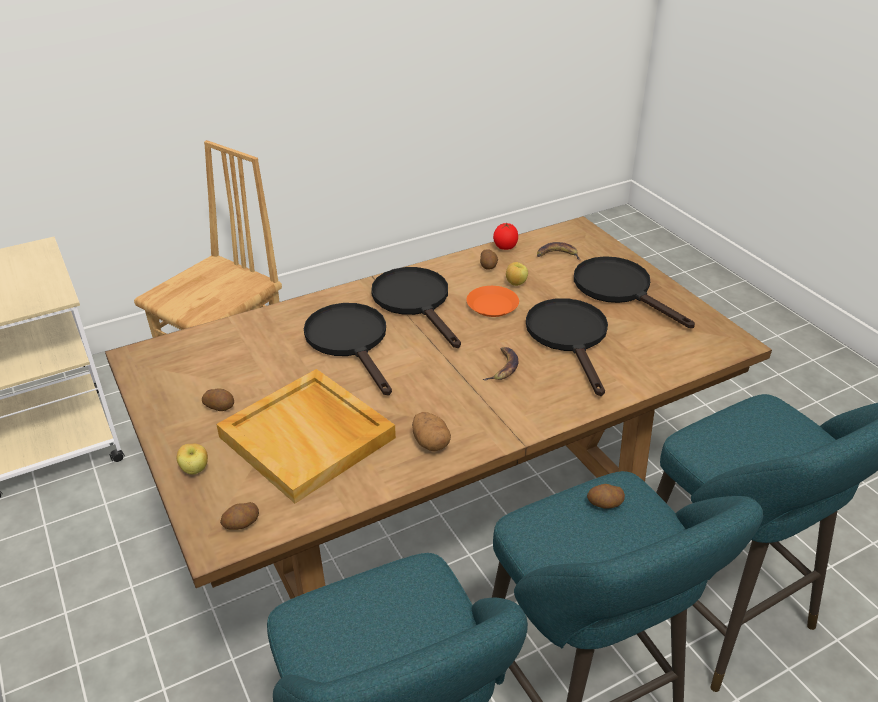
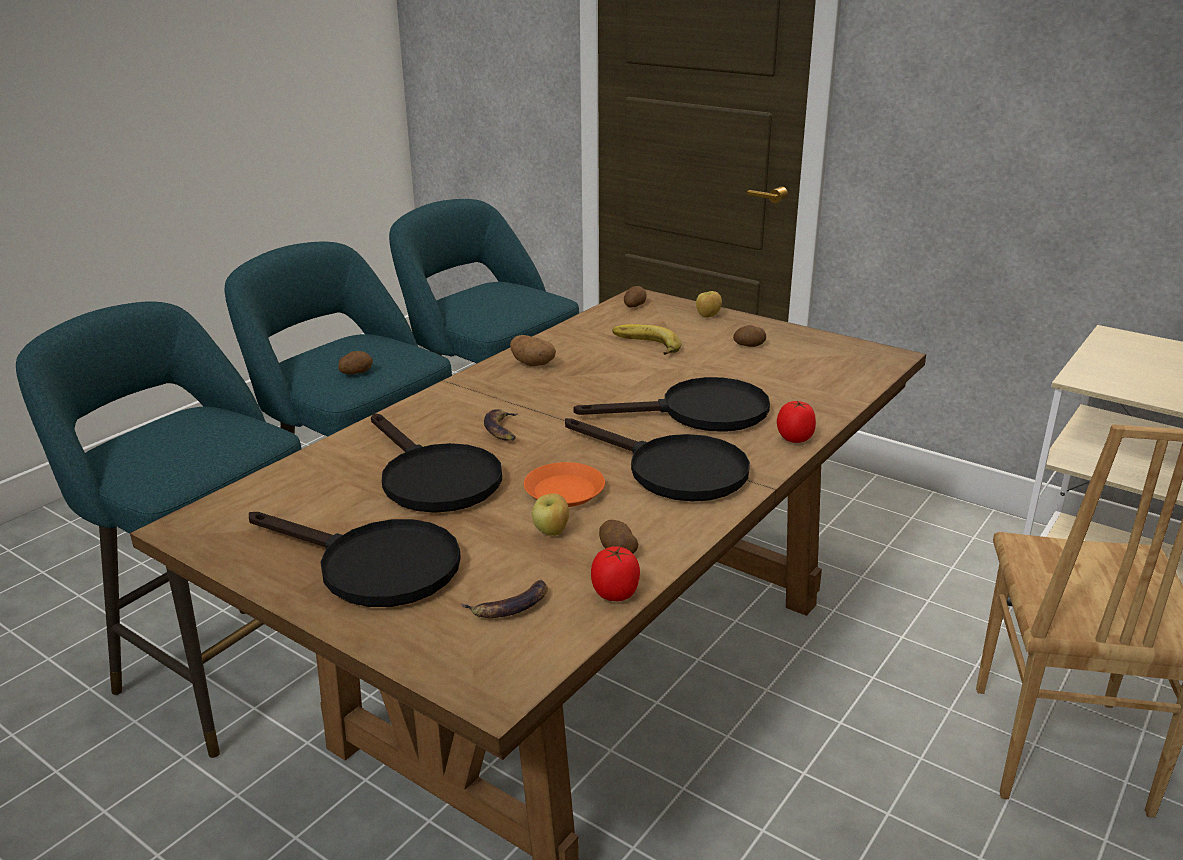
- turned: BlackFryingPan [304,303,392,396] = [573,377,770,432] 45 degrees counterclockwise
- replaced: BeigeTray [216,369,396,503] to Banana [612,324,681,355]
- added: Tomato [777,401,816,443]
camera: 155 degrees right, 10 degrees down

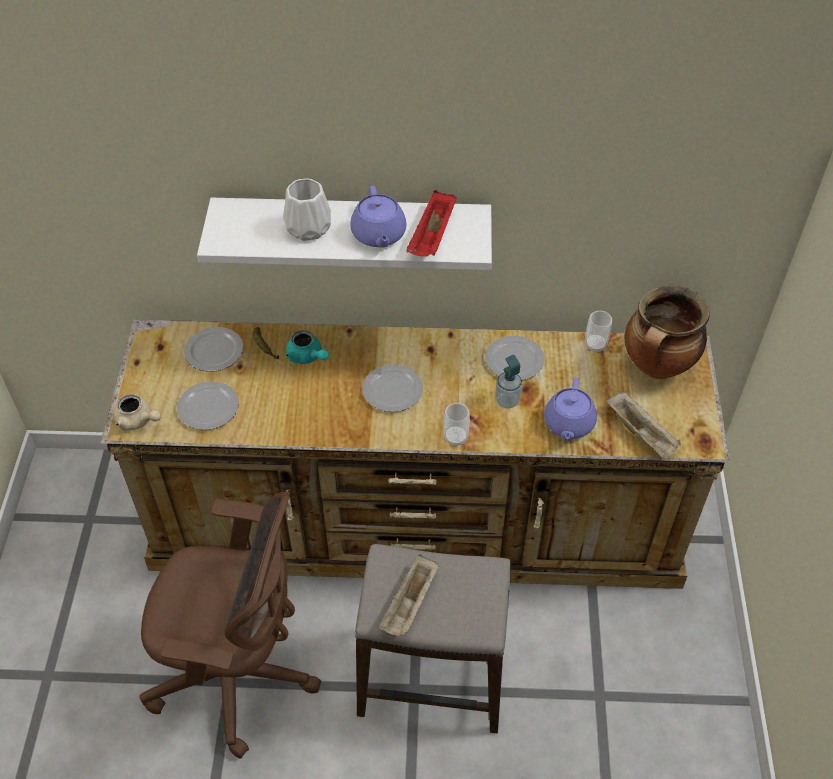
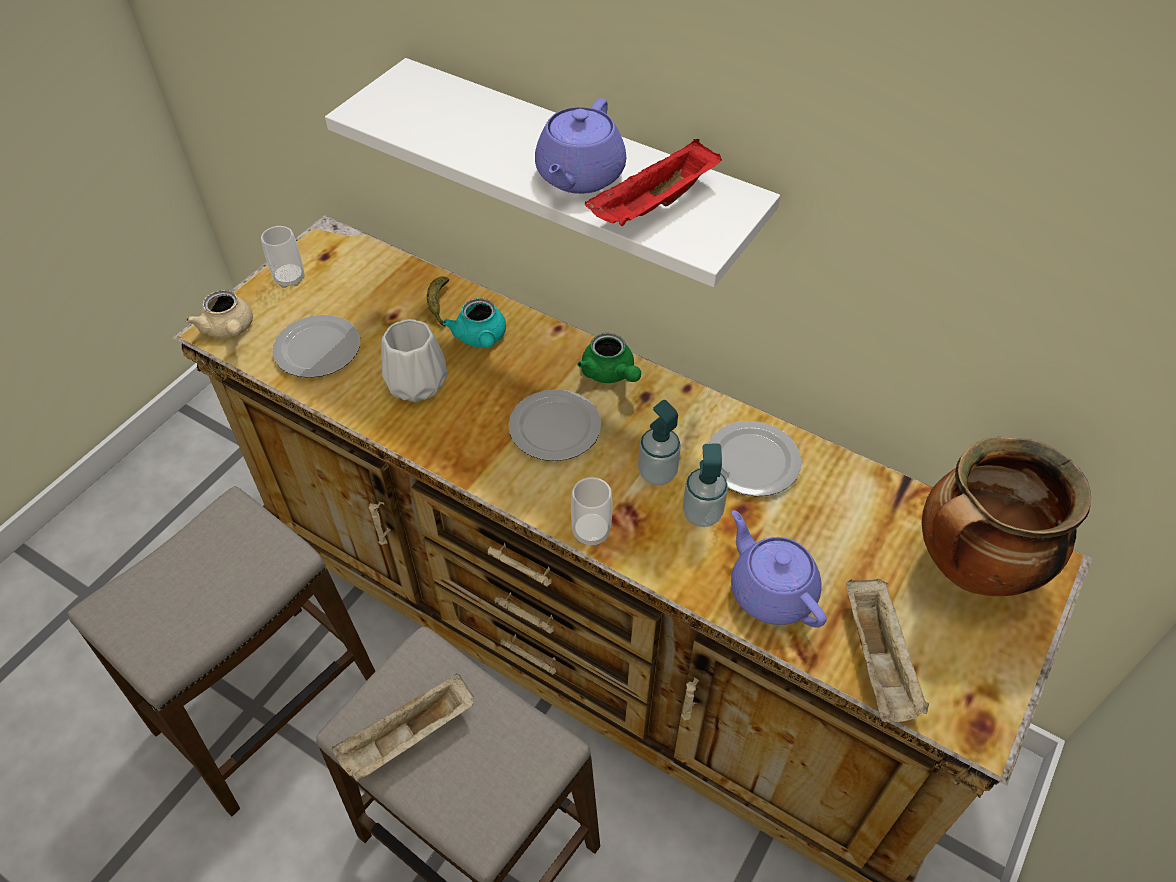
- replaced: BrownOfficeChair [139,492,321,758] to Stool [68,486,375,816]
- moved: Cup [585,311,612,353] to [261,226,305,288]
- moved: WhiteVase [283,178,331,241] to [381,319,448,402]
- added: GreenTeapot [578,333,641,383]
- added: SoapDispenser [638,400,681,485]
- turned: PurpleTeapot [544,377,597,441] = [731,510,827,628] 105 degrees clockwise
- removed: Plate [184,327,243,372]
camera: 30 degrees right, 0 degrees up

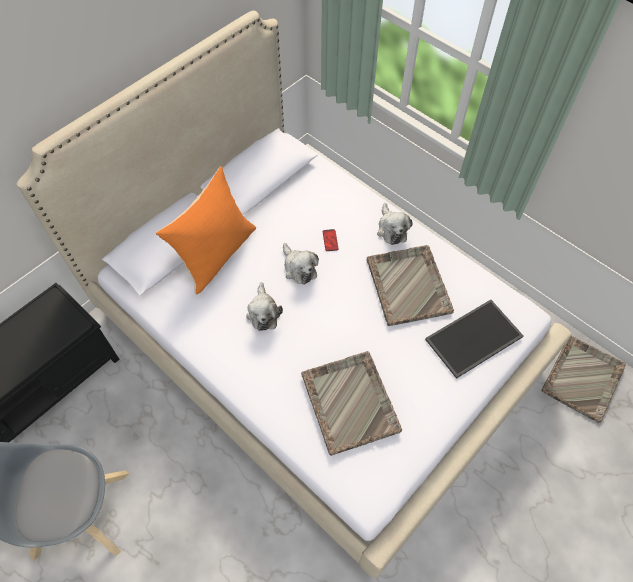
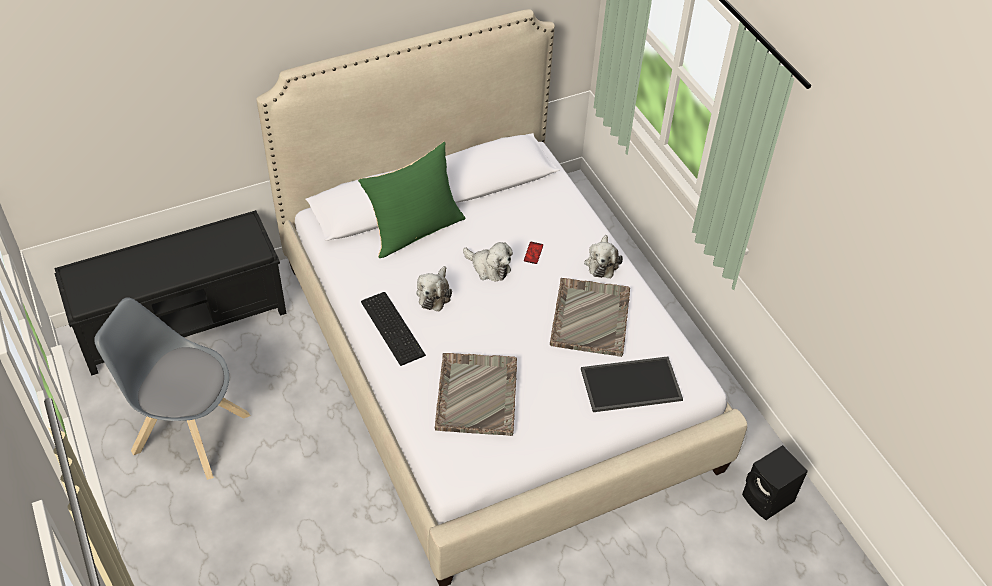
- recoloured: OrangePillow [156,166,256,294] to GreenPillow [358,142,465,258]
- added: Keyboard [361,292,426,366]
- turned: PlushToy [283,243,319,285] = [463,242,513,282] 45 degrees counterclockwise
- replaced: GreyTray [541,336,626,423] to BlackSpeaker [742,445,808,520]
camera: 20 degrees right, 10 degrees down

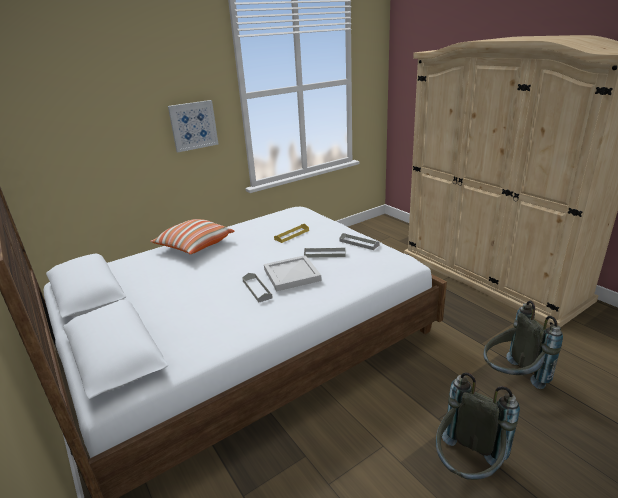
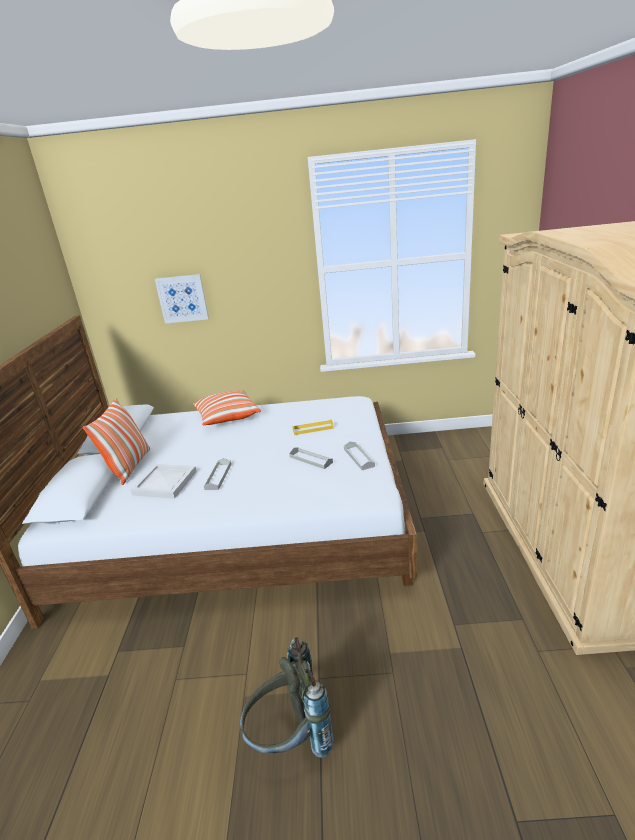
- added: Pillow [83,398,150,485]
- moved: WhiteTray [264,255,322,292] to [130,464,197,499]
- moved: Picture [168,100,218,152] to [155,274,209,324]
- removed: GreyBackpack [484,301,563,389]
camera: 35 degrees right, 0 degrees up

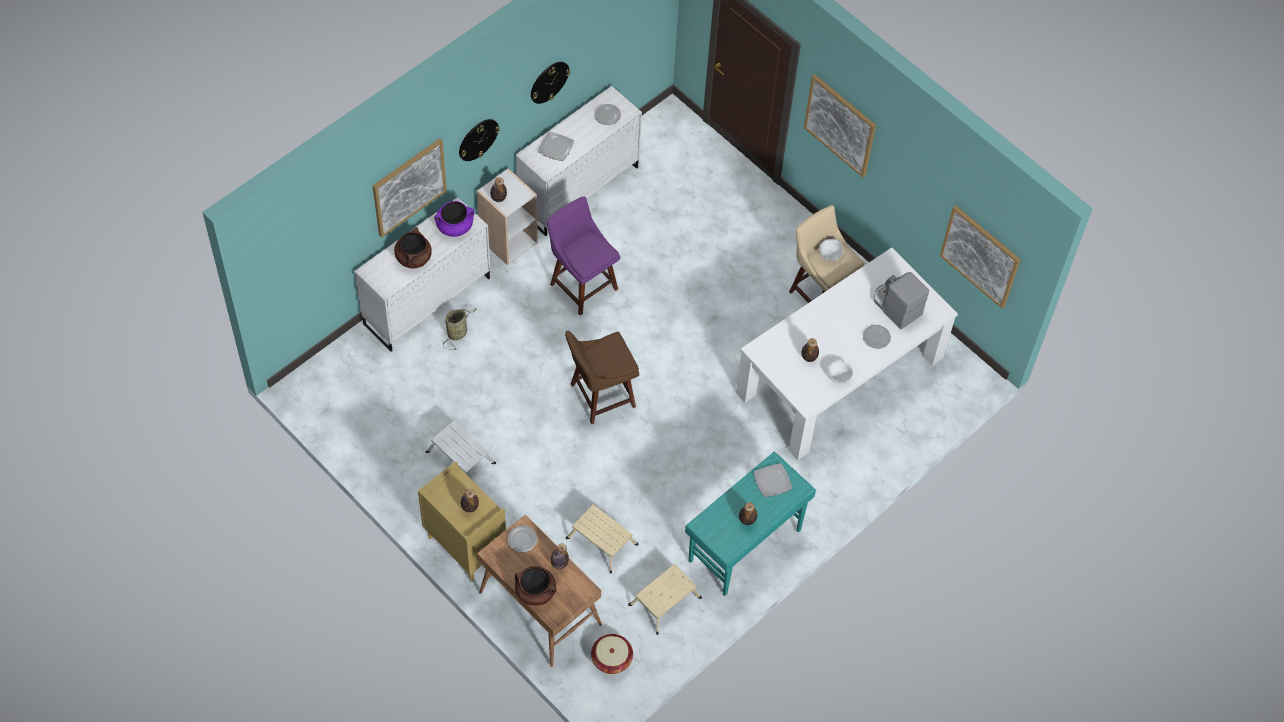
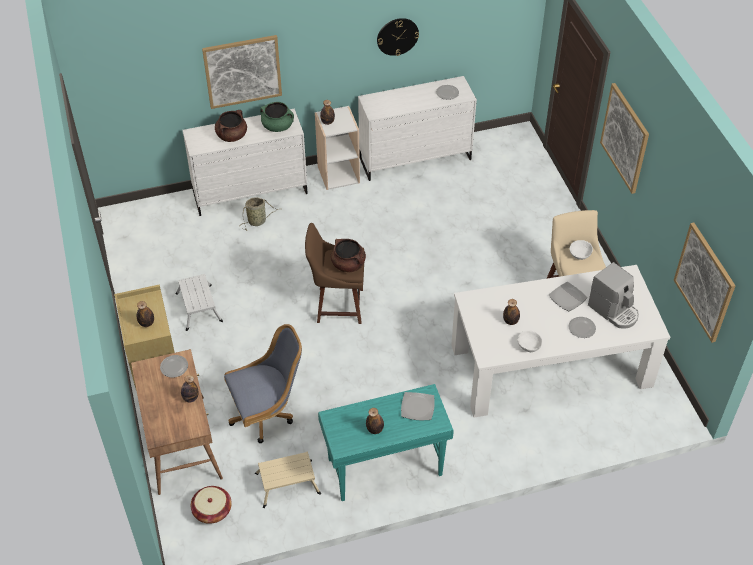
- replaced: BeigeStepLadder [566,504,638,574] to BlueOfficeChair [224,324,302,443]
- recoloured: PurpleCookingPot [434,201,475,237] to GreenCookingPot [260,102,294,132]
- moved: BrownCookingPot [515,567,557,606] to [331,239,366,272]
- moved: Plate [538,131,574,161] to [549,282,587,311]
- turned: CoffeeMachine [874,272,929,330] = [588,262,639,329] 150 degrees clockwise
- removed: WallClock [459,119,500,161]
- removed: PurpleStool [547,196,620,315]
camera: 30 degrees right, 10 degrees down

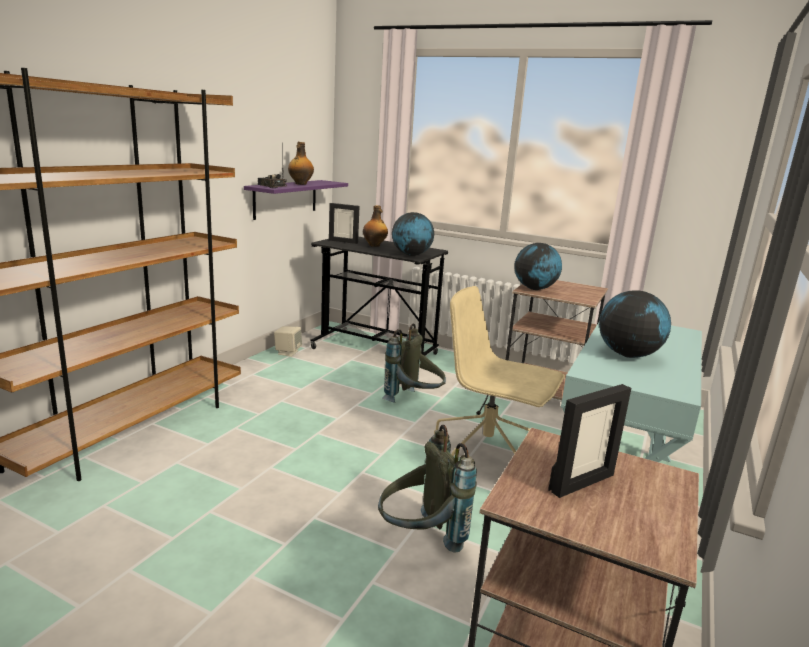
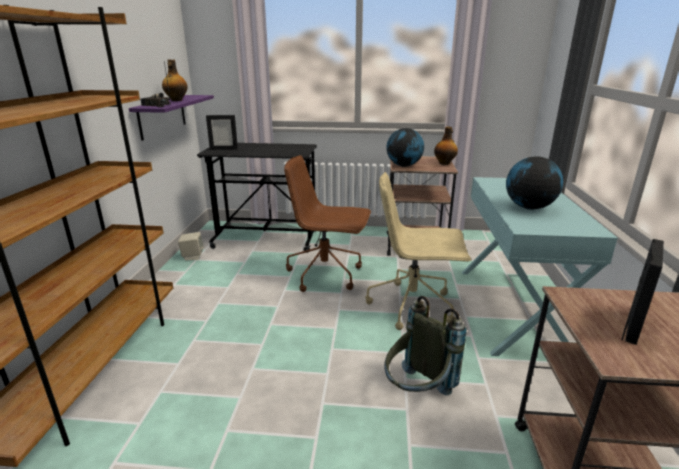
- replaced: GreyBackpack [382,323,446,403] to BrownOfficeChair [284,155,371,292]
- moved: Bottle [363,205,388,247] to [434,126,458,165]
- removed: Globe [392,212,434,256]
camera: 20 degrees left, 5 degrees up

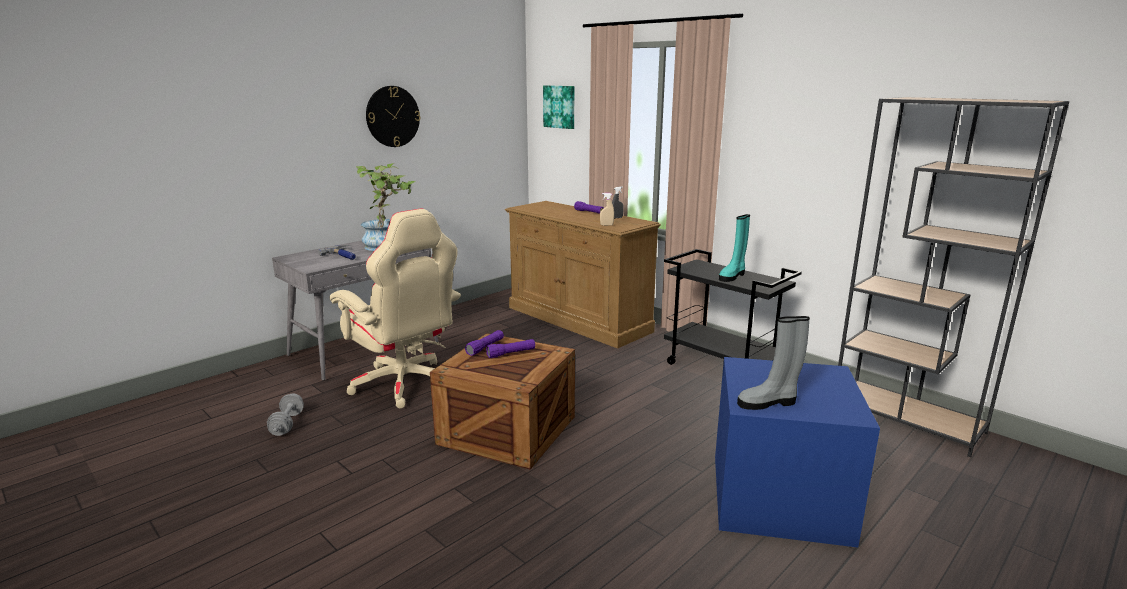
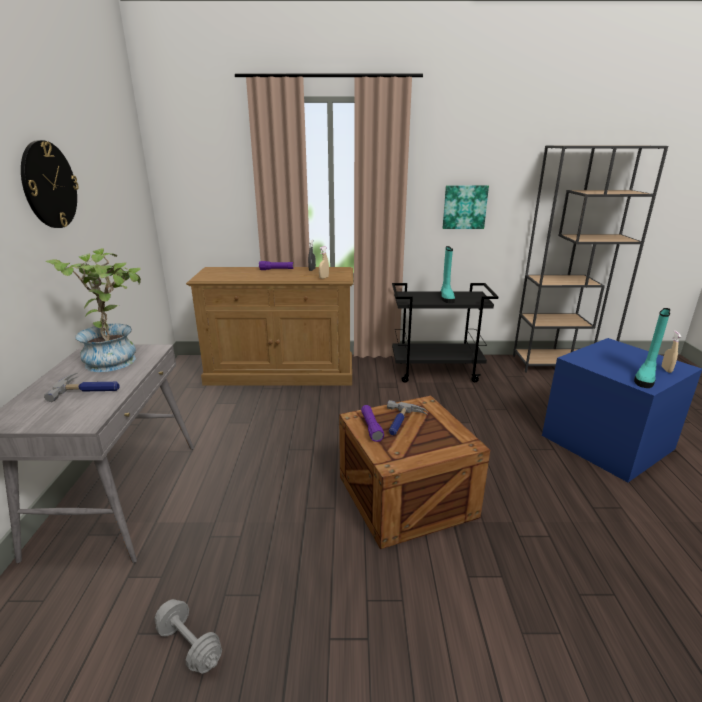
- replaced: PurpleFlashlight [486,339,535,358] to Hammer [387,400,428,436]
- moved: Picture [543,85,575,129] to [443,185,489,229]
- recoloured: GreyBoot [737,316,810,410] to TurquoiseBoot [634,308,670,388]
- added: BeigeSprayBottle [662,330,681,373]
- removed: BeigeOfficeChair [330,209,461,408]
camera: 45 degrees left, 5 degrees up

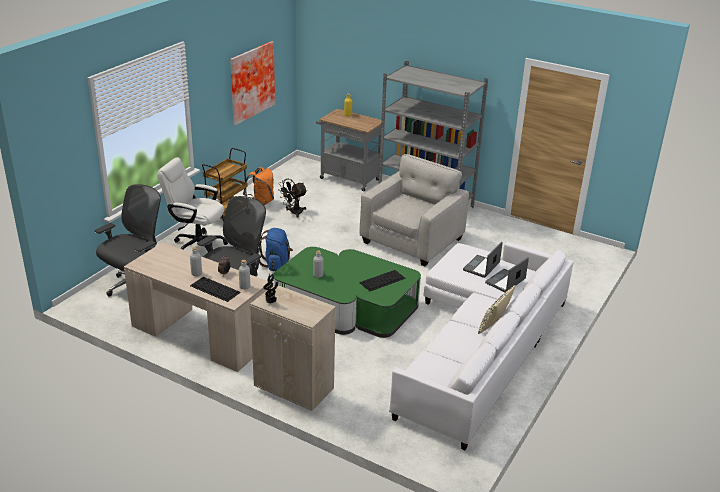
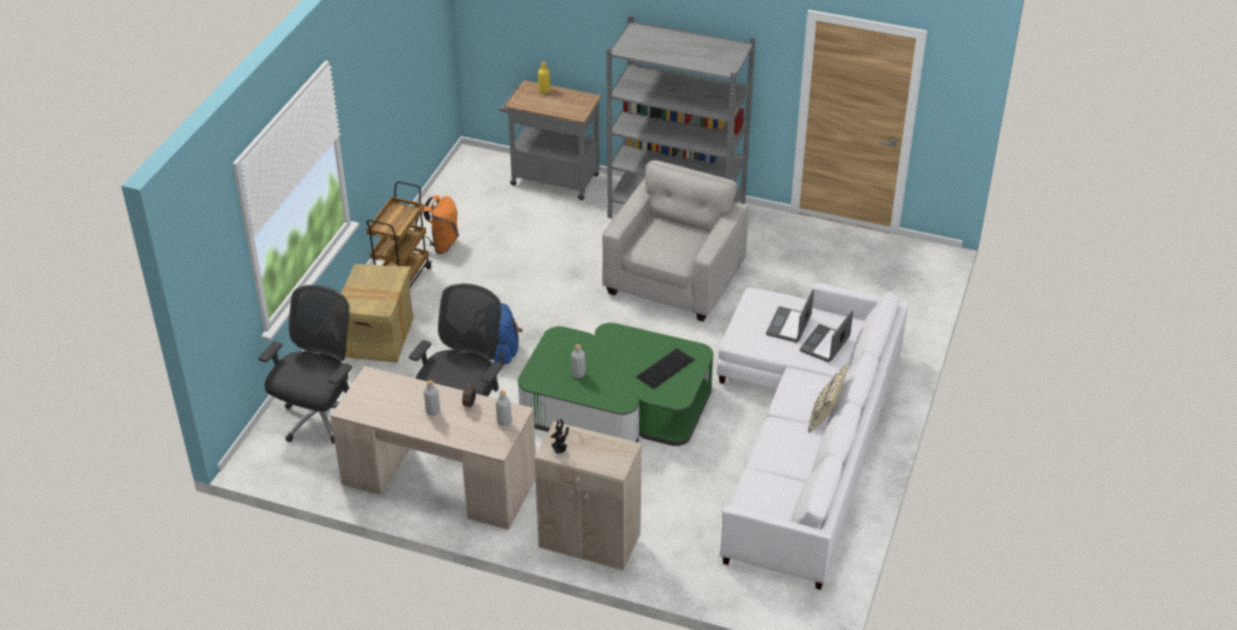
- replaced: WhiteOfficeChair [157,157,228,252] to CardboardBox [341,264,414,363]
- removed: Keyboard [190,277,241,302]
- removed: Picture [230,41,275,125]
- removed: BlackFan [278,179,307,218]
camera: 10 degrees left, 10 degrees up

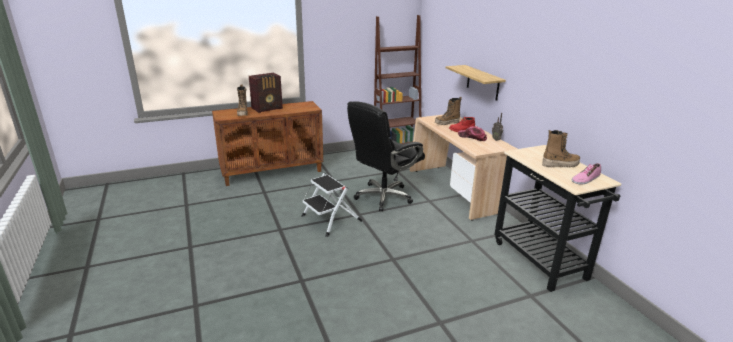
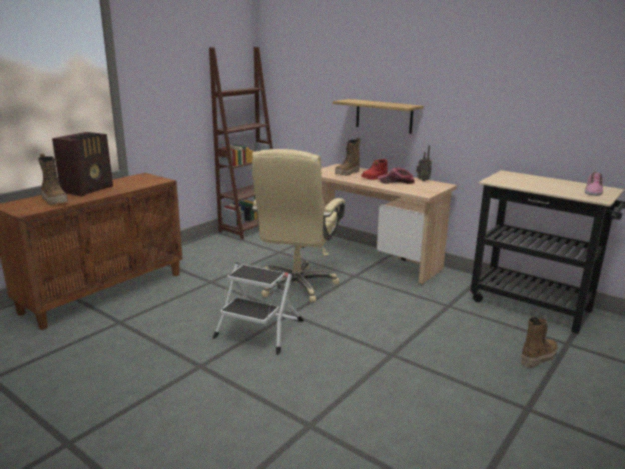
- recoloured: BlackOfficeChair [347,101,425,211] to BeigeOfficeChair [252,149,345,303]
- moved: Boot [542,130,580,167] to [521,317,558,368]
camera: 30 degrees left, 5 degrees down

